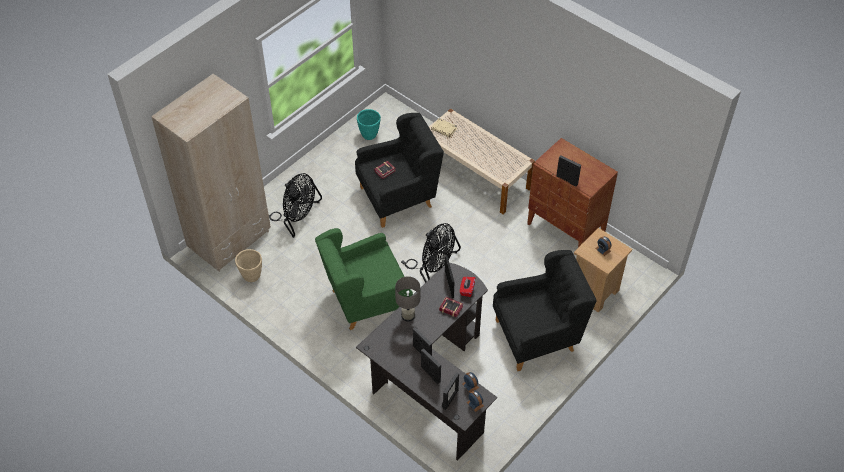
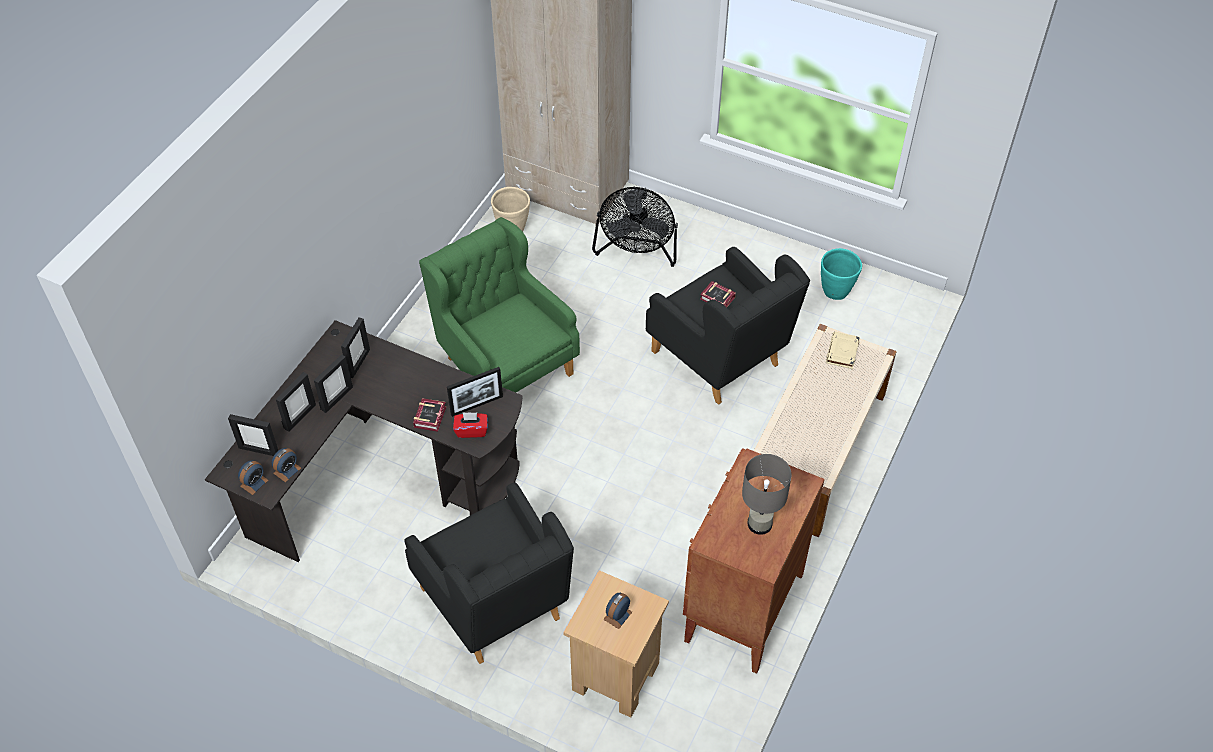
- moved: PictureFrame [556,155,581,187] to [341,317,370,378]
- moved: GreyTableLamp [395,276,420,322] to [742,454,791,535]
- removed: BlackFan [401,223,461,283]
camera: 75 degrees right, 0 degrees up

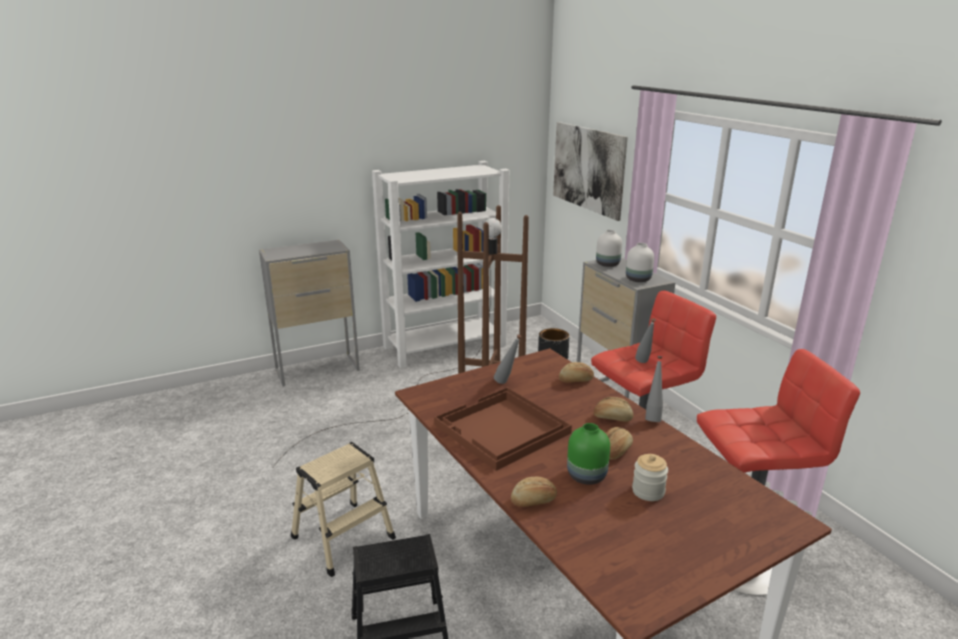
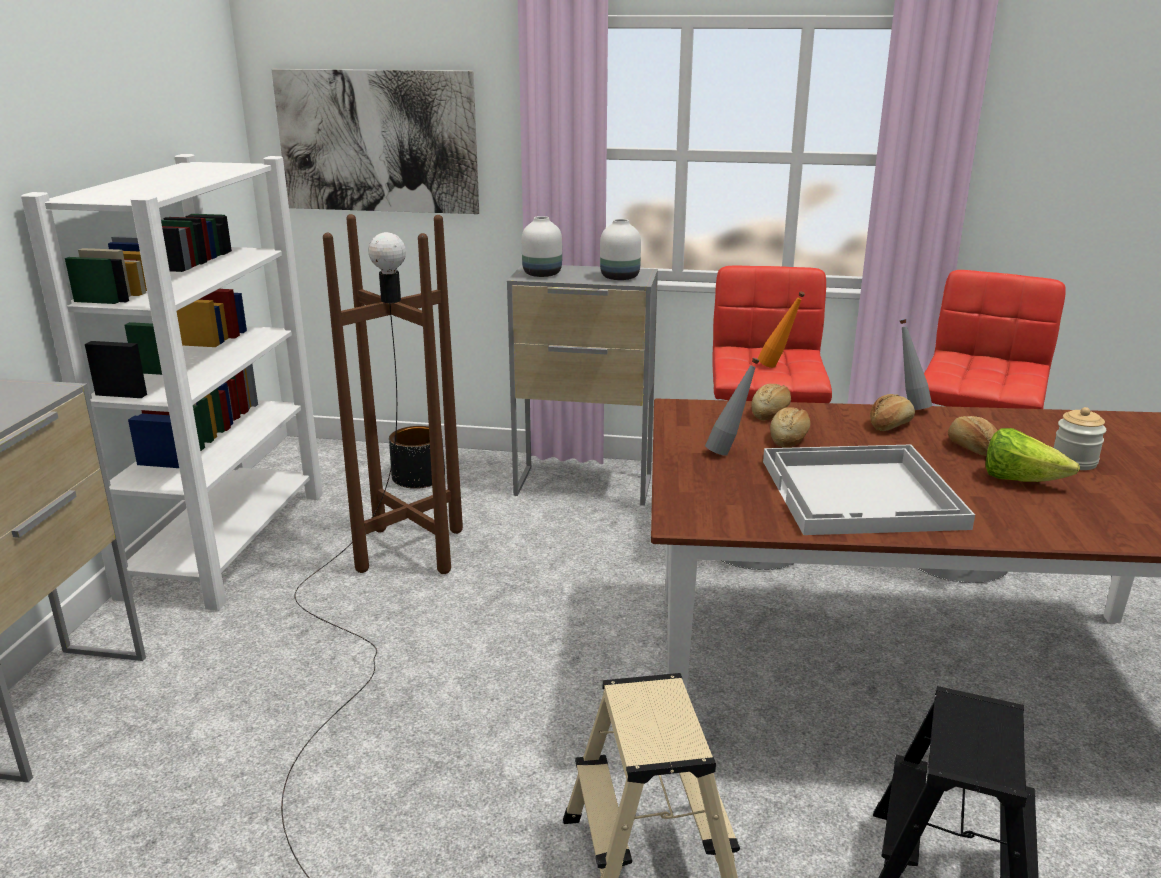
- recoloured: GreyBottle [635,318,656,363] to OrangeBottle [758,291,805,368]
- recoloured: BrownTray [434,387,572,471] to WhiteTray [763,444,975,535]
- moved: Bread [511,477,557,507] to [770,407,811,448]
- replaced: GreenVase [567,423,610,485] to Lettuce [985,428,1080,482]
camera: 55 degrees left, 0 degrees up

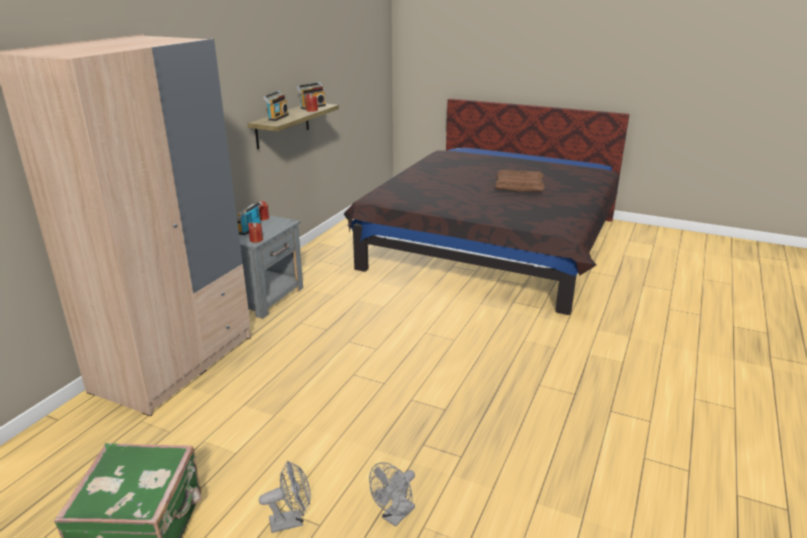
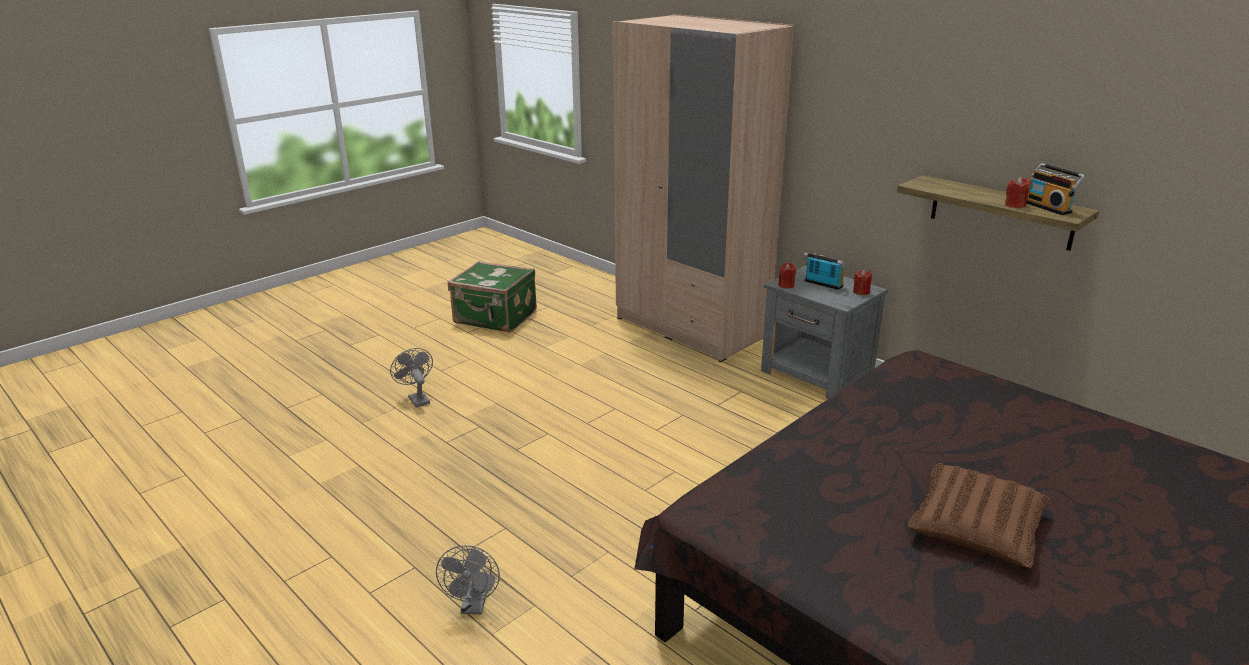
- moved: GreyFan [259,461,311,533] to [436,545,500,614]
- removed: Radio [263,91,289,121]
camera: 110 degrees right, 0 degrees up

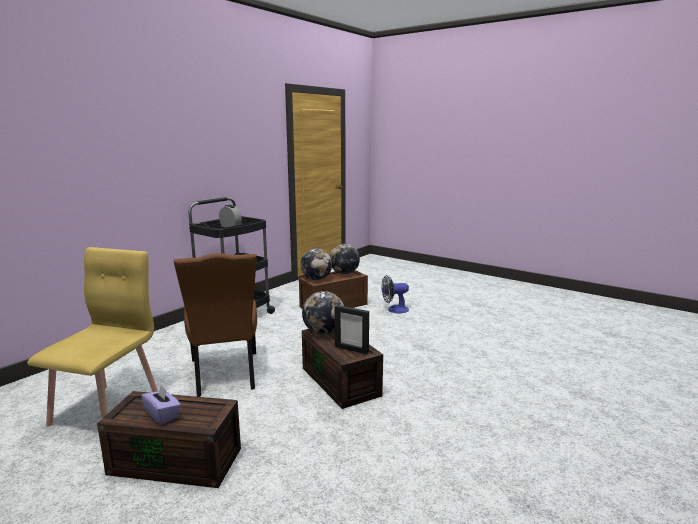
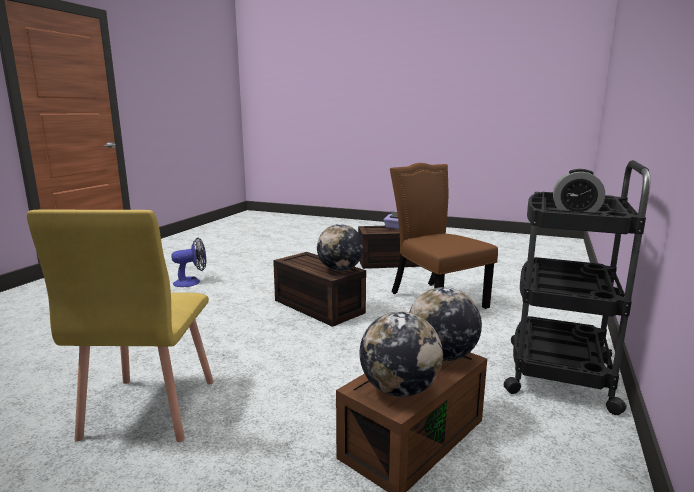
- moved: YellowChair [27,247,158,426] to [27,209,214,442]
- moved: Fan [382,275,409,313] to [171,237,206,287]
- removed: PictureFrame [335,305,369,354]
camera: 165 degrees right, 0 degrees up

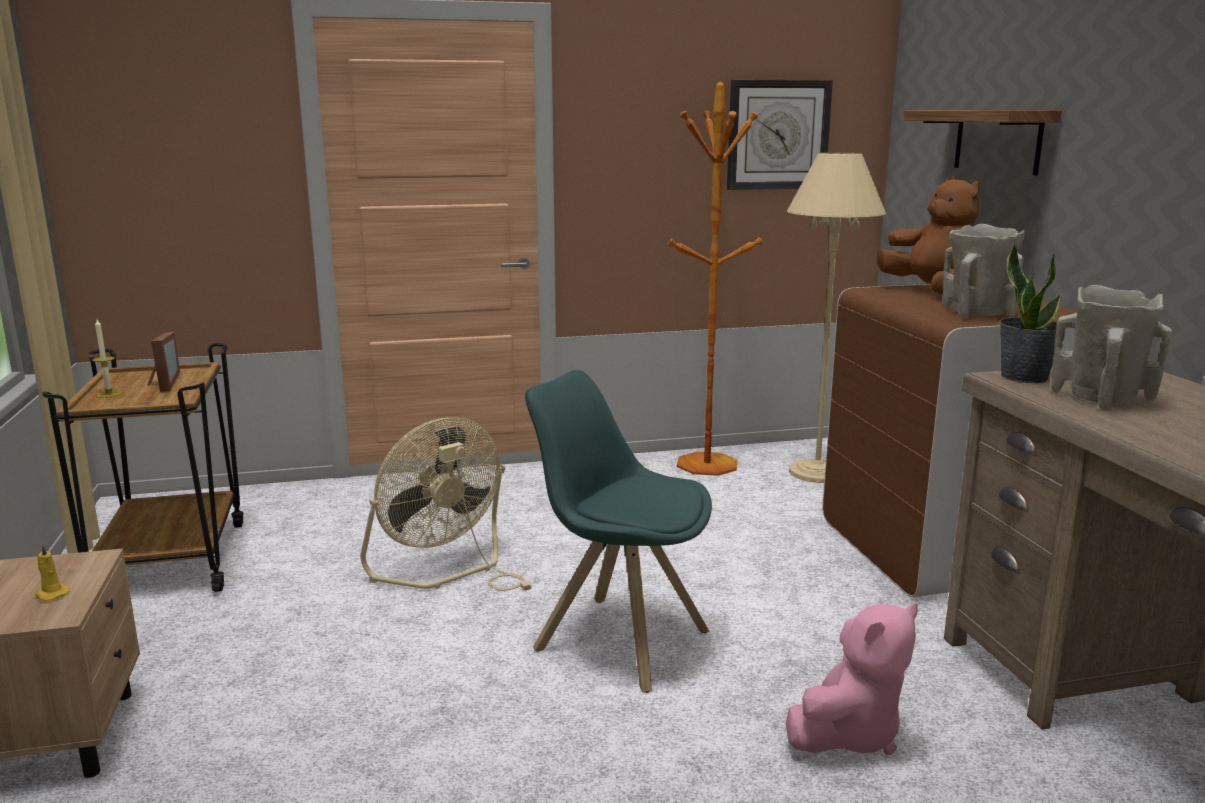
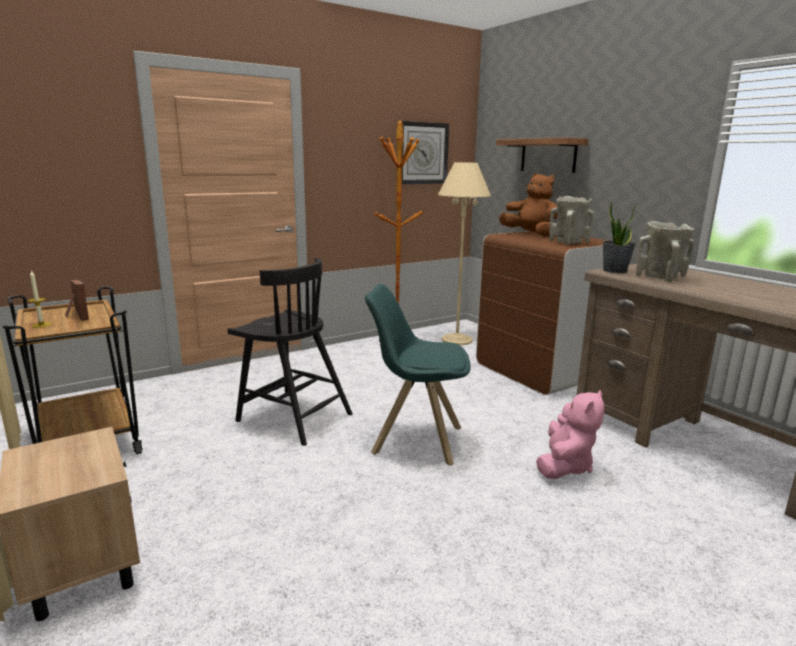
- replaced: BeigeFan [360,418,531,591] to BlackChair [227,258,353,446]
- removed: YellowCandle [35,543,70,601]
camera: 20 degrees left, 0 degrees up

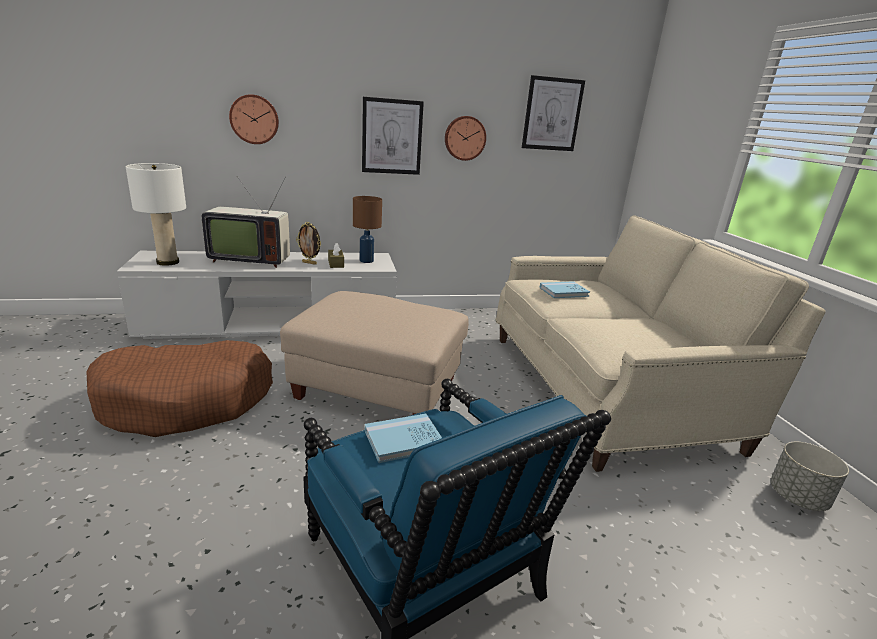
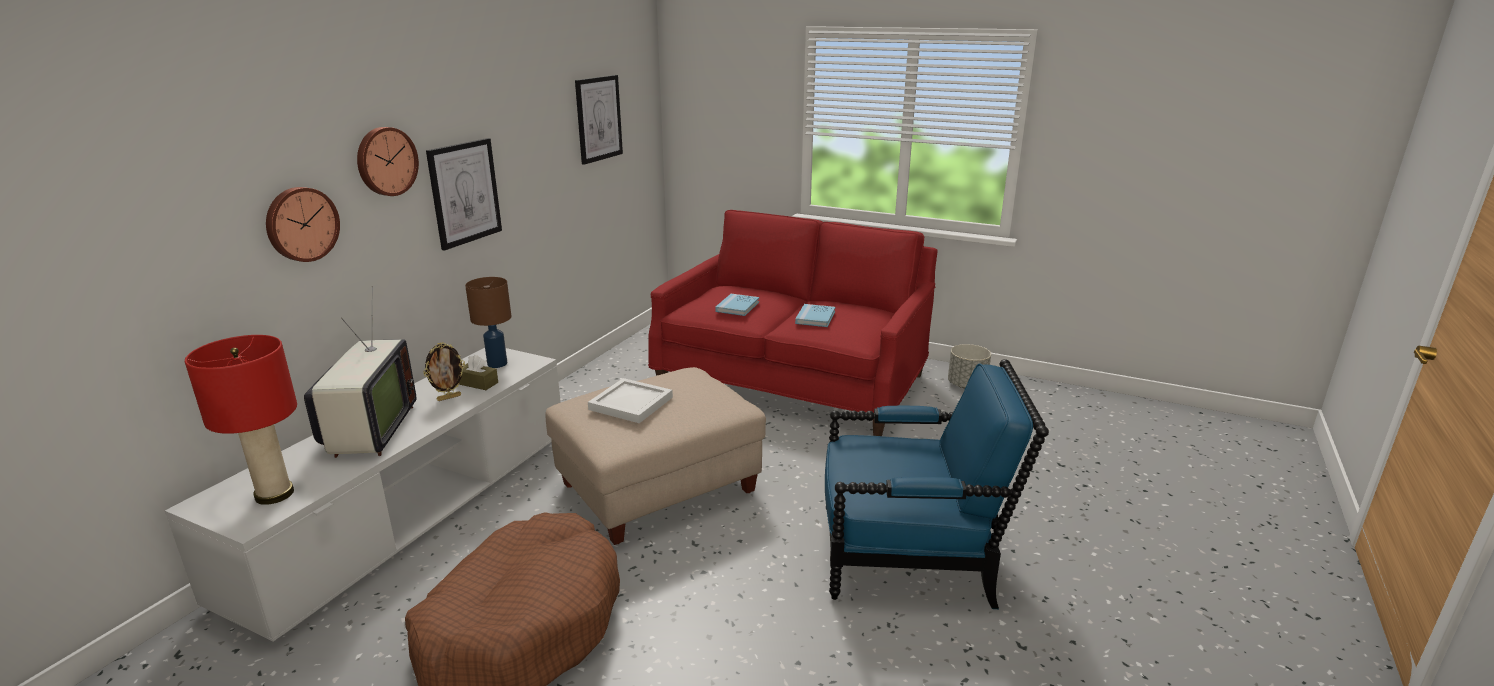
- recoloured: WhiteTableLamp [126,163,186,266] to RedTableLamp [185,335,297,505]
- turned: Television [202,176,290,268] = [304,286,417,458] 45 degrees counterclockwise
- moved: WallClock [445,116,486,161] to [357,127,419,196]
- added: WhiteTray [588,378,673,423]
- recoloured: BeigeSofa [495,216,826,472] to RedSofa [648,210,937,436]
- moved: BlueBook [365,414,442,463] to [795,304,835,327]
camera: 50 degrees left, 0 degrees up

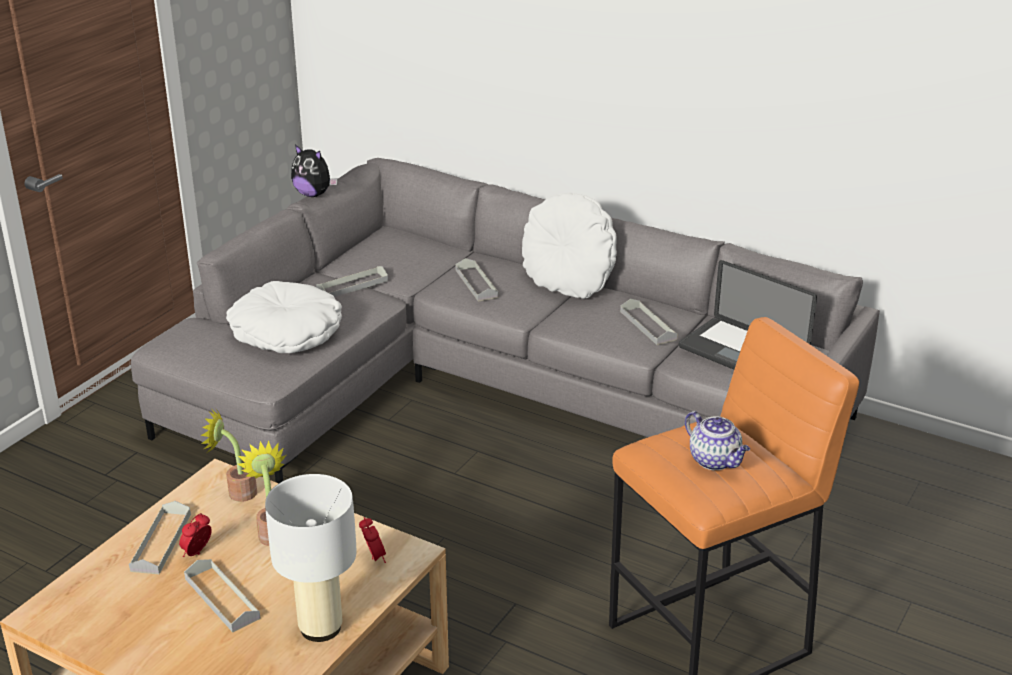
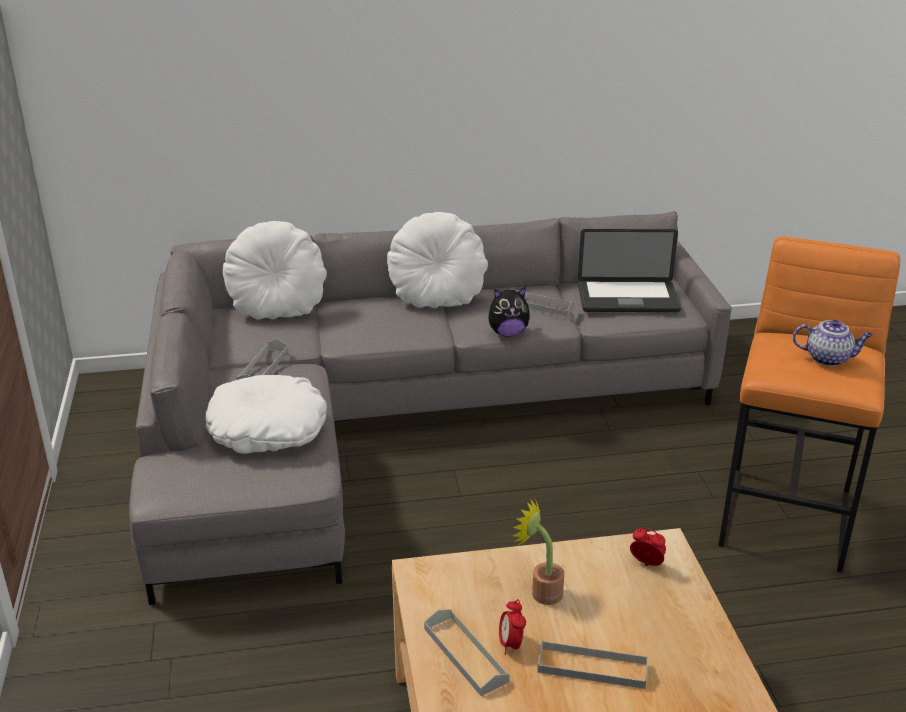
- added: WhitePillow [223,221,327,320]
- moved: PlushToy [291,145,338,197] to [488,287,530,337]
- removed: PottedPlant [200,409,257,502]
- removed: WhiteTableLamp [265,474,356,642]
- removed: GreyTray [455,258,499,301]
camera: 40 degrees left, 0 degrees up

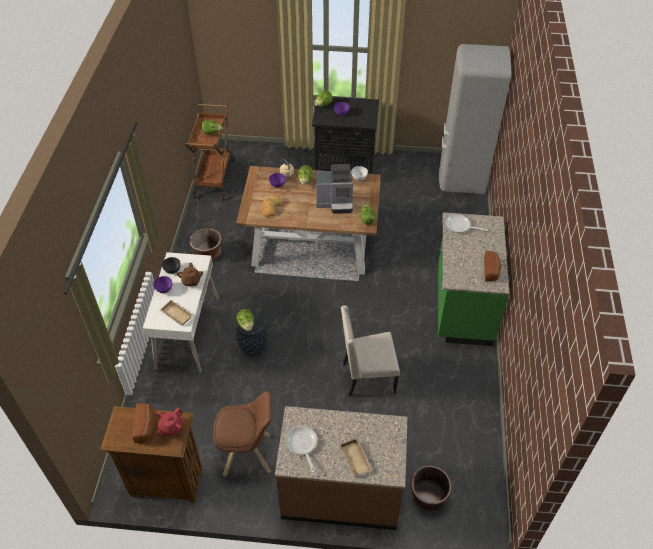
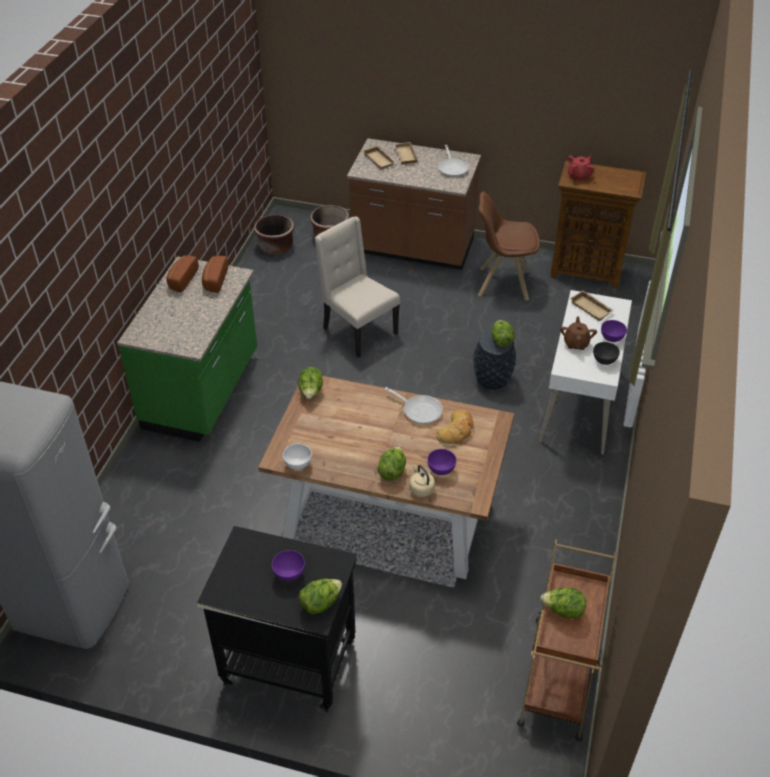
- moved: Bread [133,403,155,443] to [202,256,228,293]
- moved: BrownPlanter [189,228,222,261] to [254,215,294,255]
- turned: BeigeChair [341,305,400,396] = [315,216,400,358] 135 degrees counterclockwise
- added: BeigeTray [363,146,396,170]
- moved: FryingPan [445,214,488,233] to [385,387,443,424]
- removed: CoffeeMachine [316,164,353,213]
camera: 170 degrees left, 5 degrees down

